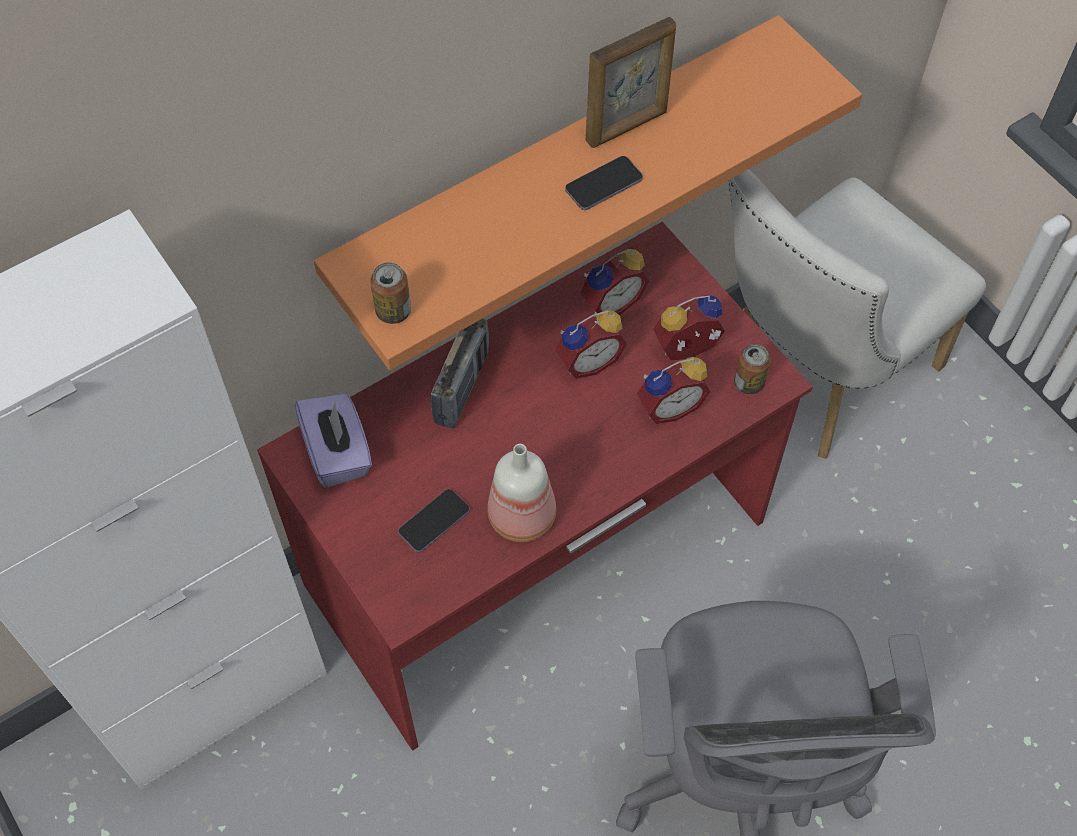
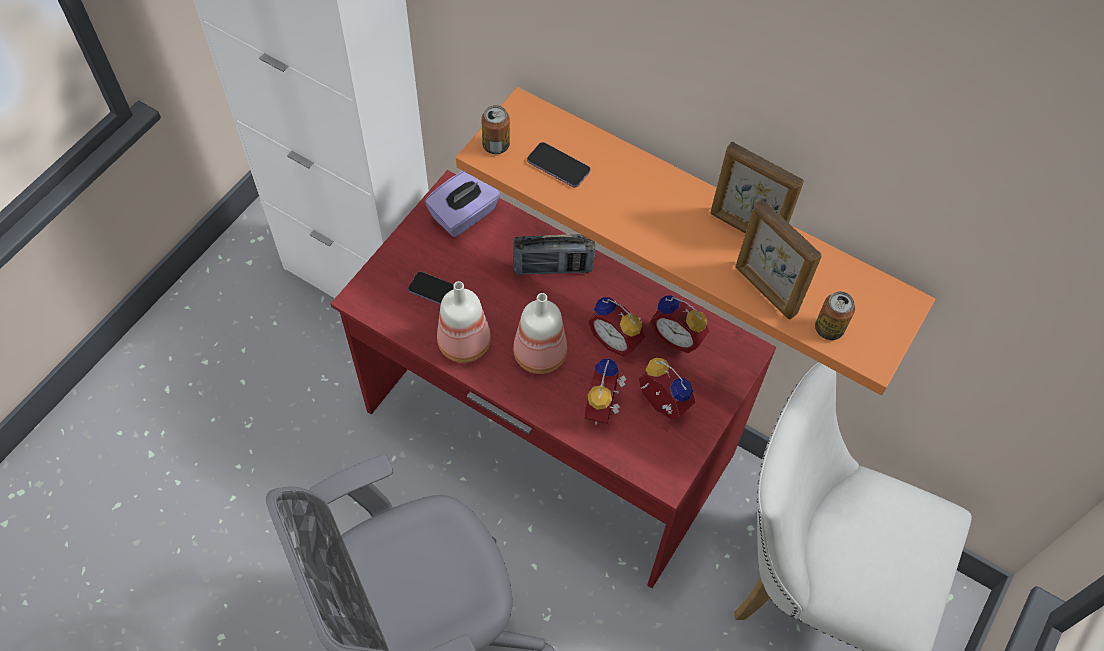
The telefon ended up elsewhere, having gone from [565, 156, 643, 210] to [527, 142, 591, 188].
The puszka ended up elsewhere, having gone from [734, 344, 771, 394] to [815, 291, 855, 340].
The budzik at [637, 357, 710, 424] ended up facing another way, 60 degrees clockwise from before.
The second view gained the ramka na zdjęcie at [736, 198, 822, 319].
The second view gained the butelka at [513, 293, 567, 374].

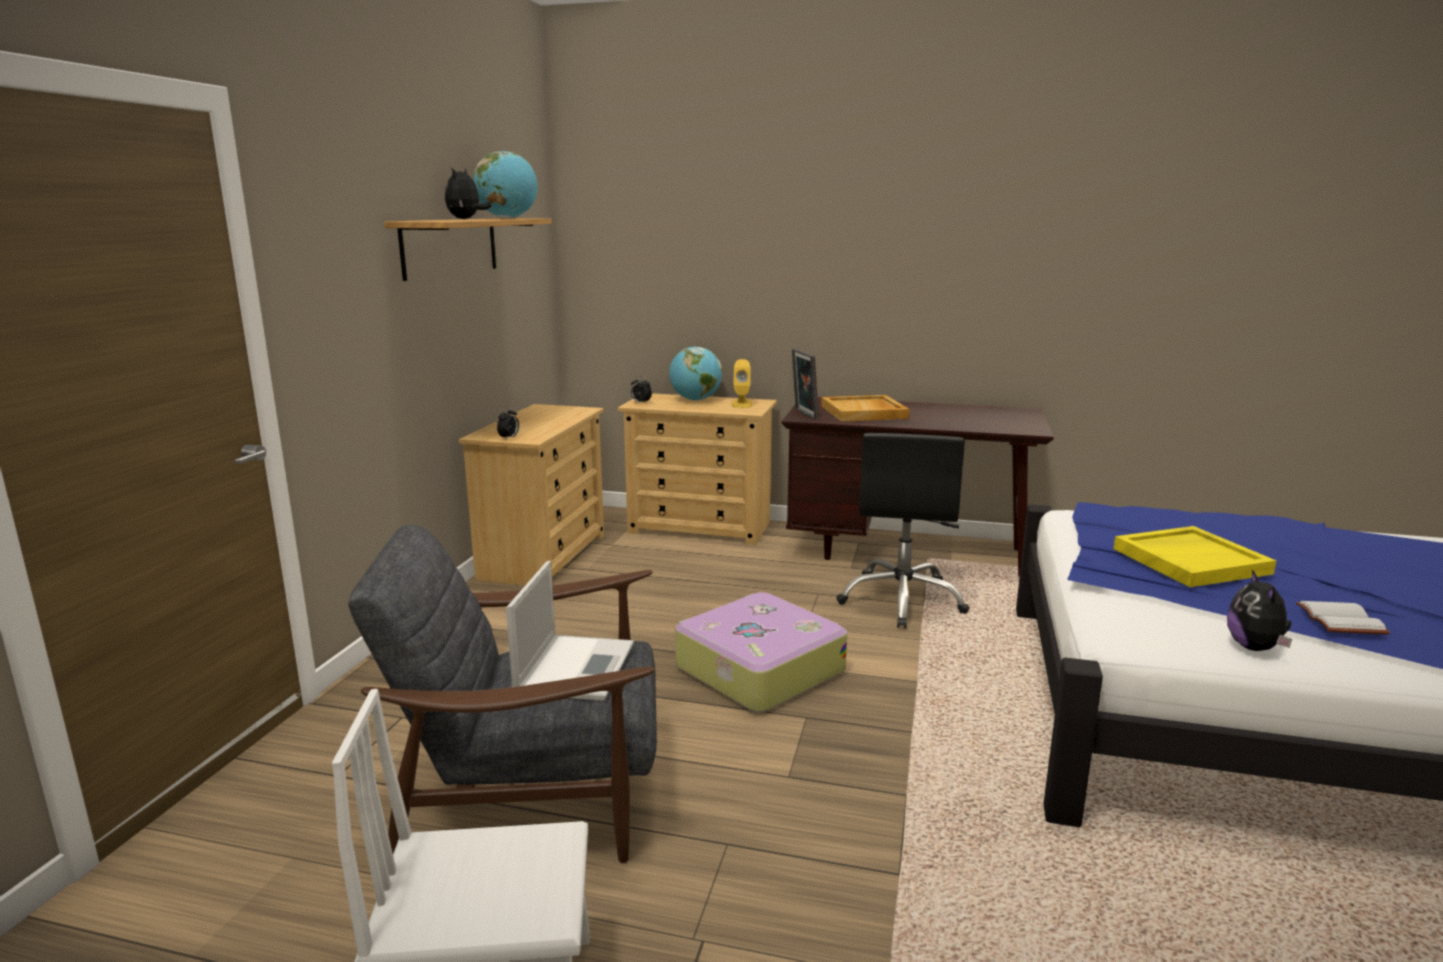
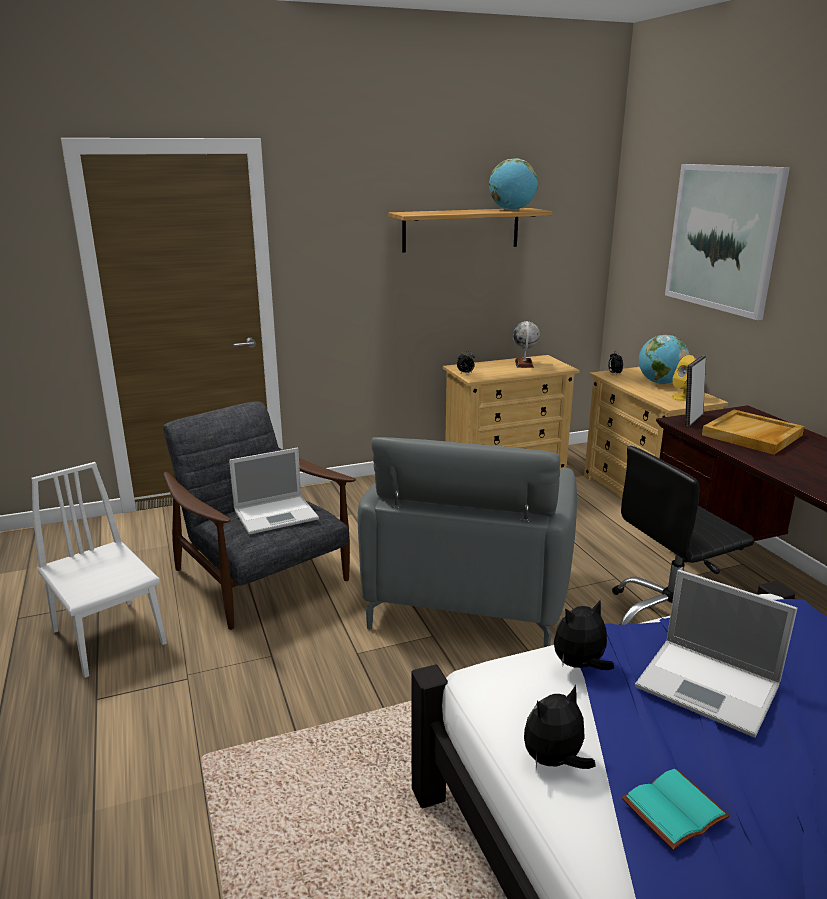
The pluszak ended up elsewhere, having gone from [445, 167, 491, 219] to [554, 600, 614, 670].
Where the taca (żółty) stood at [1113, 526, 1276, 587], the laptop came to stand at [635, 570, 797, 738].
Where the walizka stood at [675, 592, 847, 712], the fotel (szary) came to stand at [358, 437, 577, 647].
What was the książka (biały) at [1296, 601, 1390, 635] turned into the książka (turkusowy) at [622, 769, 730, 850].
The second view gained the obraz at [665, 164, 790, 320].
The second view gained the globus at [512, 321, 540, 368].

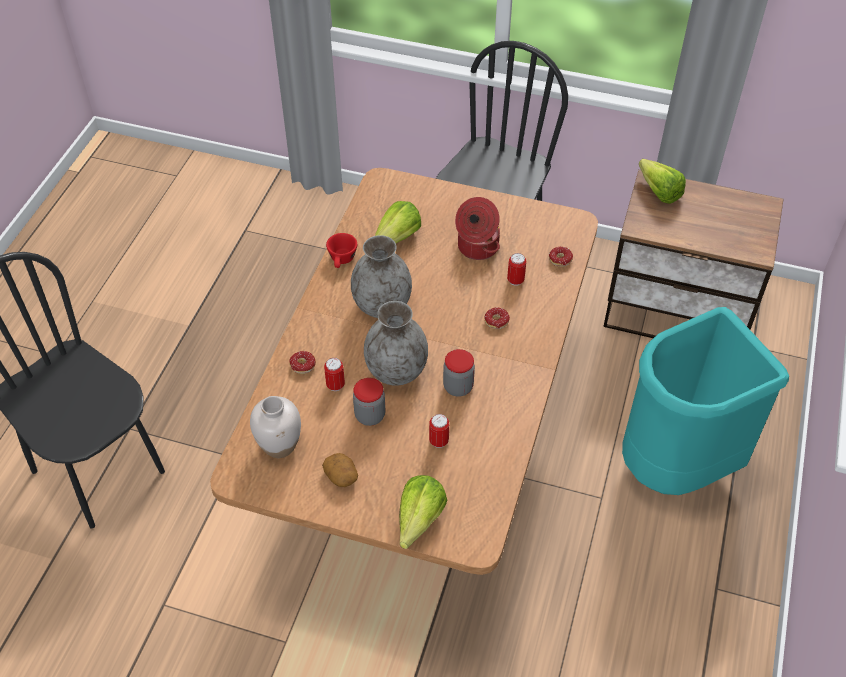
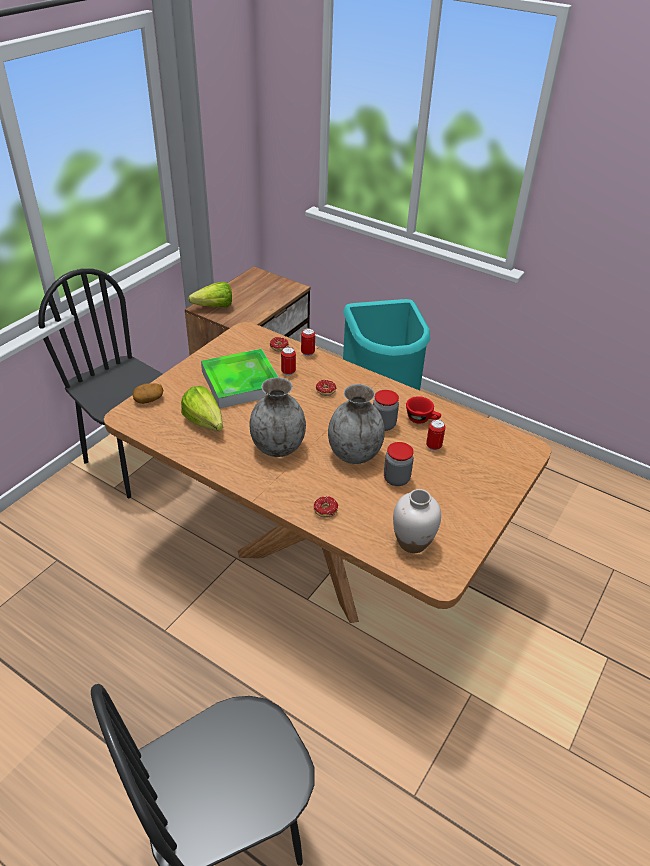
Where the garnek stood at [455, 197, 500, 260], the taca came to stand at [201, 349, 278, 409].
The filiżanka (czerwony) ended up elsewhere, having gone from [326, 233, 357, 268] to [406, 396, 441, 424].
The puszka ended up elsewhere, having gone from [324, 358, 345, 391] to [301, 328, 315, 356].
The ziemniak ended up elsewhere, having gone from [322, 453, 358, 487] to [133, 383, 163, 404].
The second view lost the sałata at [399, 475, 448, 549].

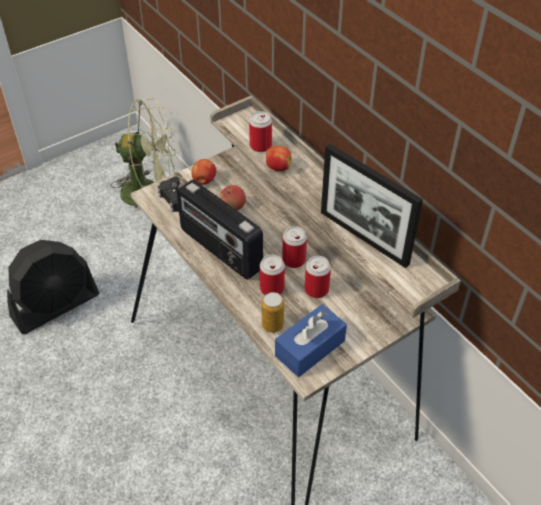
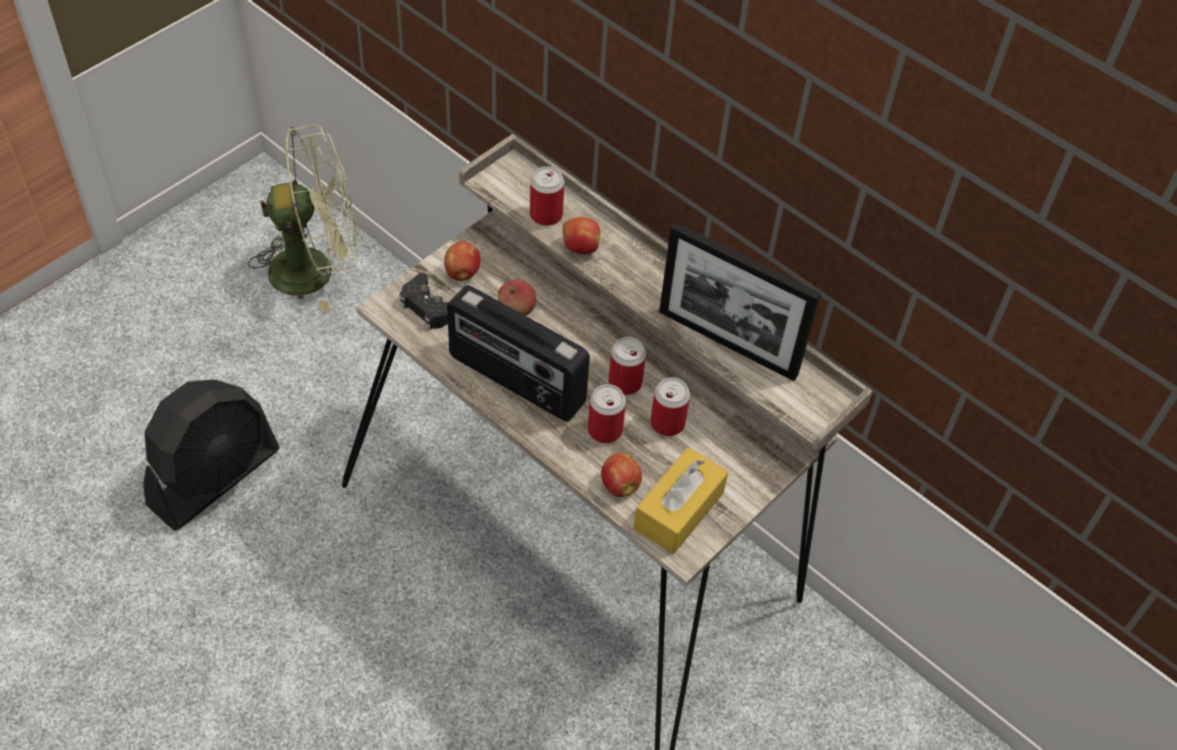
Where the puszka stood at [262, 292, 284, 333], the jabłko came to stand at [601, 453, 642, 497].
What was the pudełko chusteczek (niebieski) at [275, 304, 347, 377] turned into the pudełko chusteczek (żółty) at [634, 447, 728, 554].

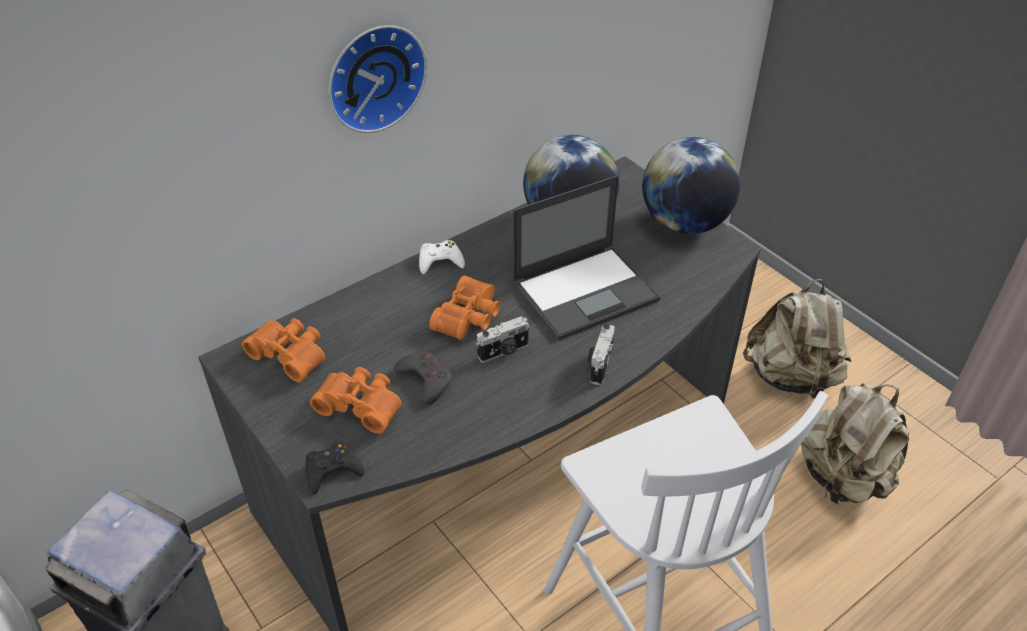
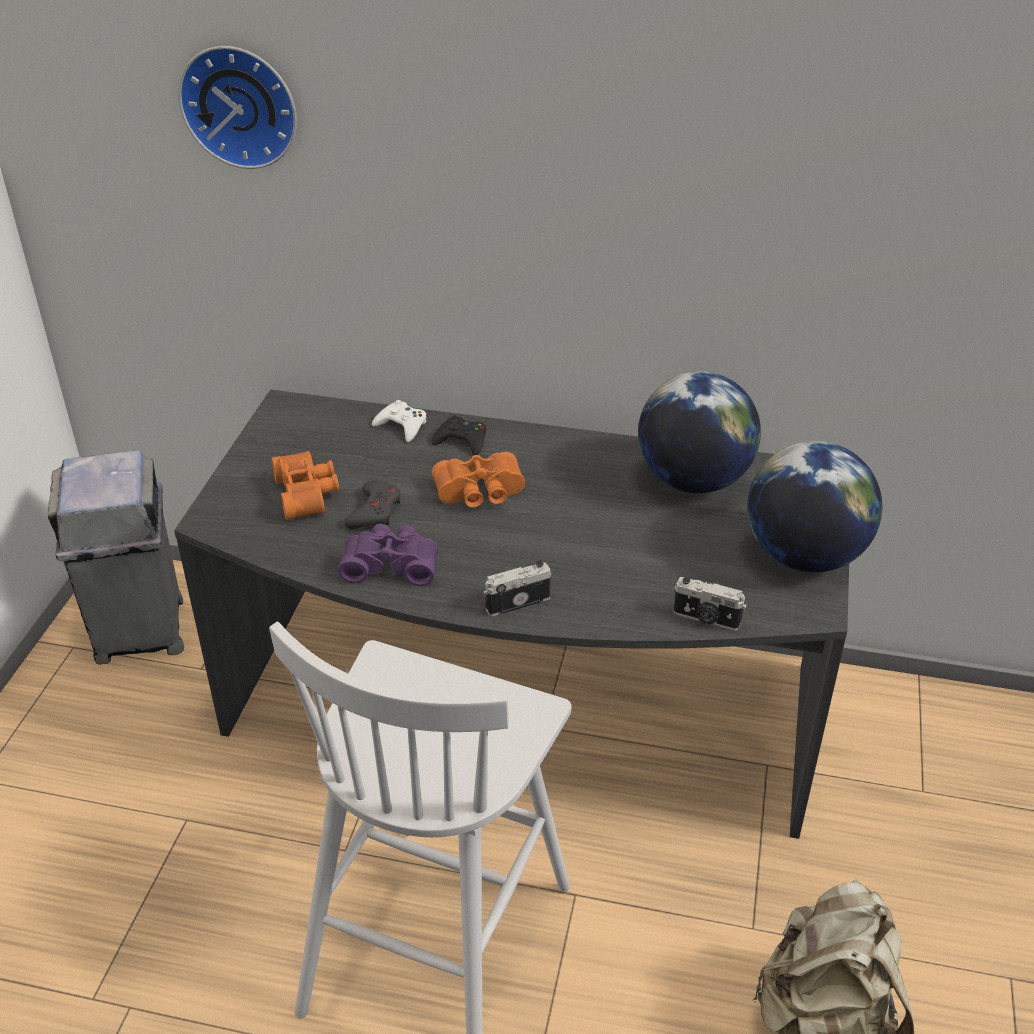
The zegar ścienny ended up elsewhere, having gone from [329, 25, 427, 133] to [178, 46, 297, 169].
The second view lost the laptop at [512, 175, 660, 340].
The pad do gier (biały) ended up elsewhere, having gone from [419, 240, 465, 274] to [372, 400, 427, 442].
The second view lost the plecak (beżowy) at [743, 279, 851, 399].
The aparat fotograficzny ended up elsewhere, having gone from [476, 316, 530, 363] to [674, 577, 746, 631].
The second view lost the lornetka (pomarańczowy) at [242, 318, 325, 382].
The pad do gier (czarny) ended up elsewhere, having gone from [306, 442, 364, 495] to [432, 415, 486, 455].
The second view gained the lornetka (fioletowy) at [338, 524, 439, 586].

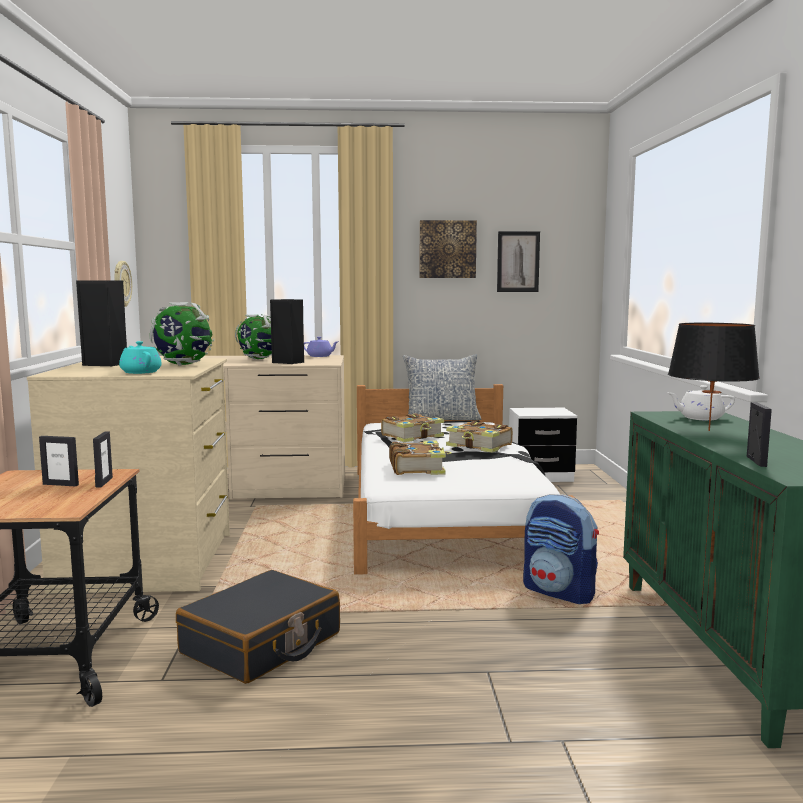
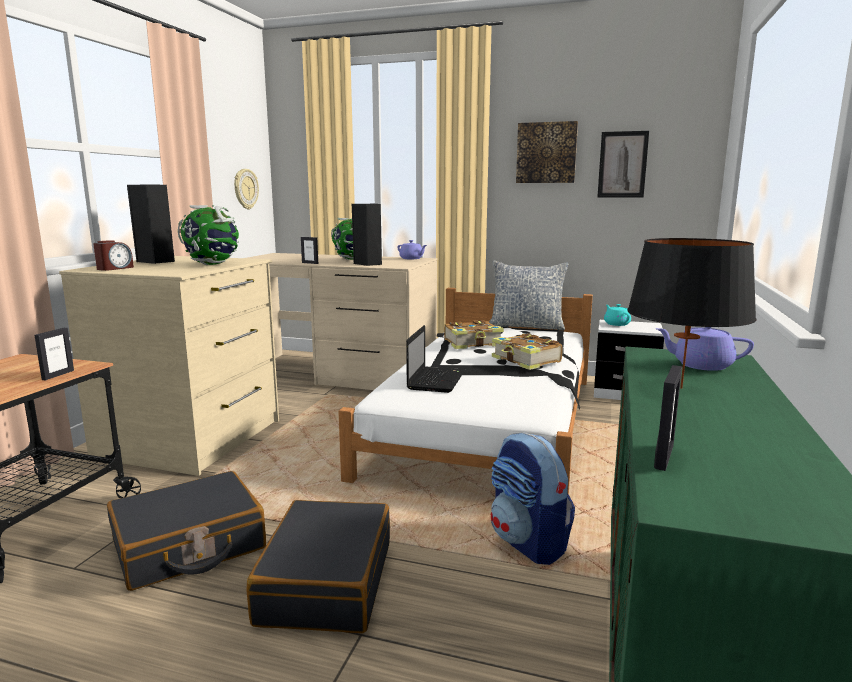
The imbryk (turkusowy) ended up elsewhere, having gone from [119, 341, 162, 374] to [604, 304, 631, 326].
What was the imbryk (biały) at [667, 385, 735, 421] turned into the imbryk (fioletowy) at [656, 327, 754, 371].
The ramka na zdjęcie ended up elsewhere, having gone from [39, 436, 79, 486] to [301, 237, 318, 264].
Where the książka stood at [389, 441, 452, 475], the laptop came to stand at [406, 325, 465, 393].
The second view gained the budzik at [93, 240, 134, 271].
The second view gained the walizka (czarny) at [247, 500, 390, 633].

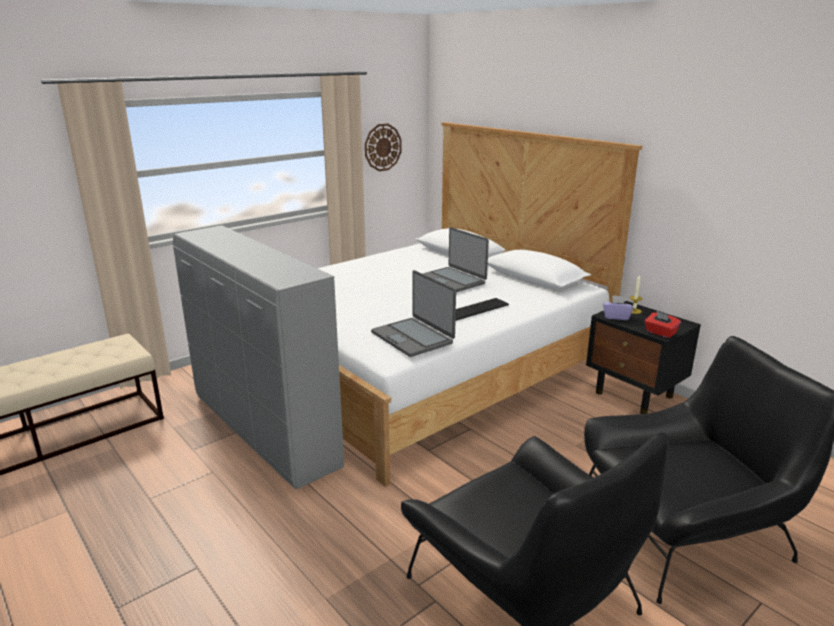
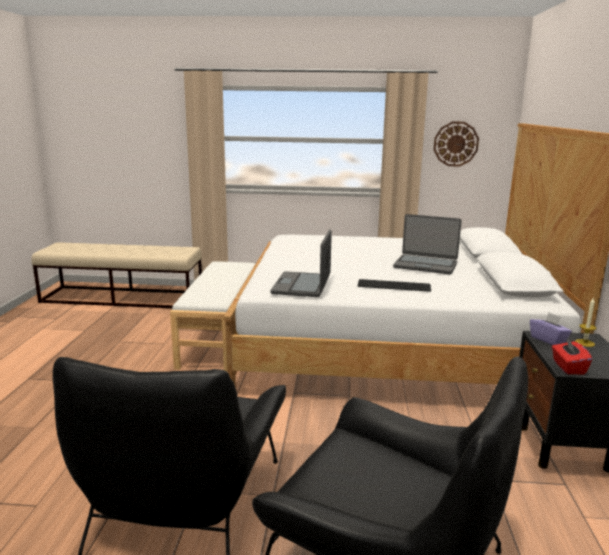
Where the komoda (szary) stood at [173, 225, 344, 489], the ławka (biały) came to stand at [170, 261, 255, 372].
The laptop at [422, 227, 489, 292] ended up facing another way, 75 degrees counterclockwise from before.

